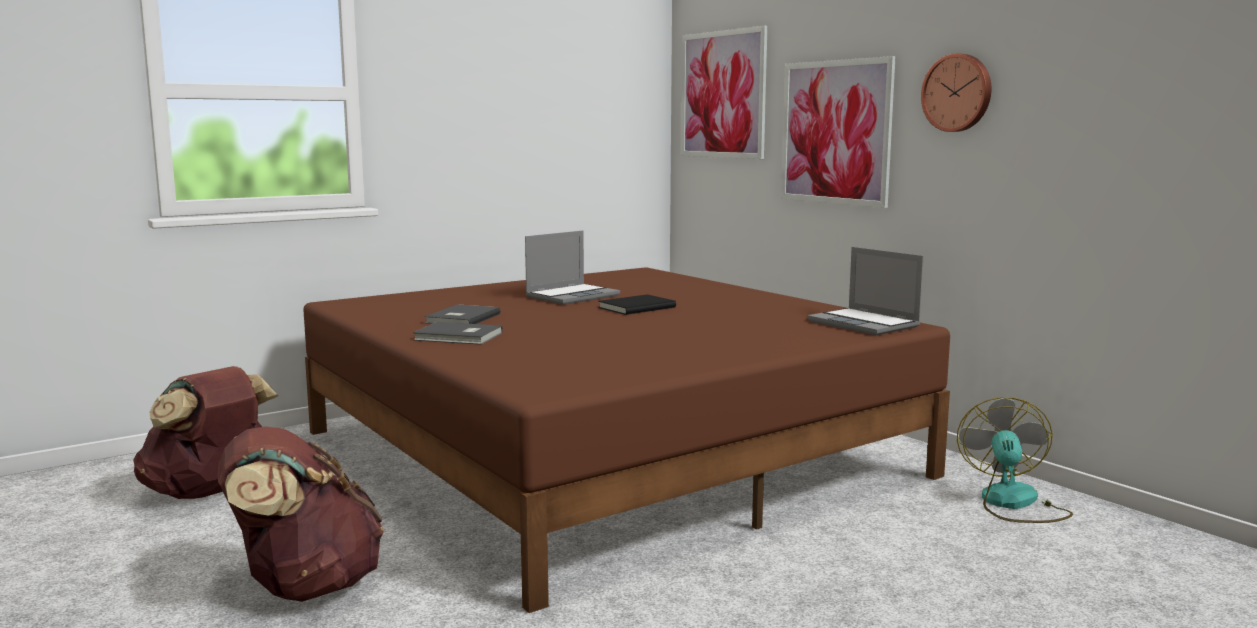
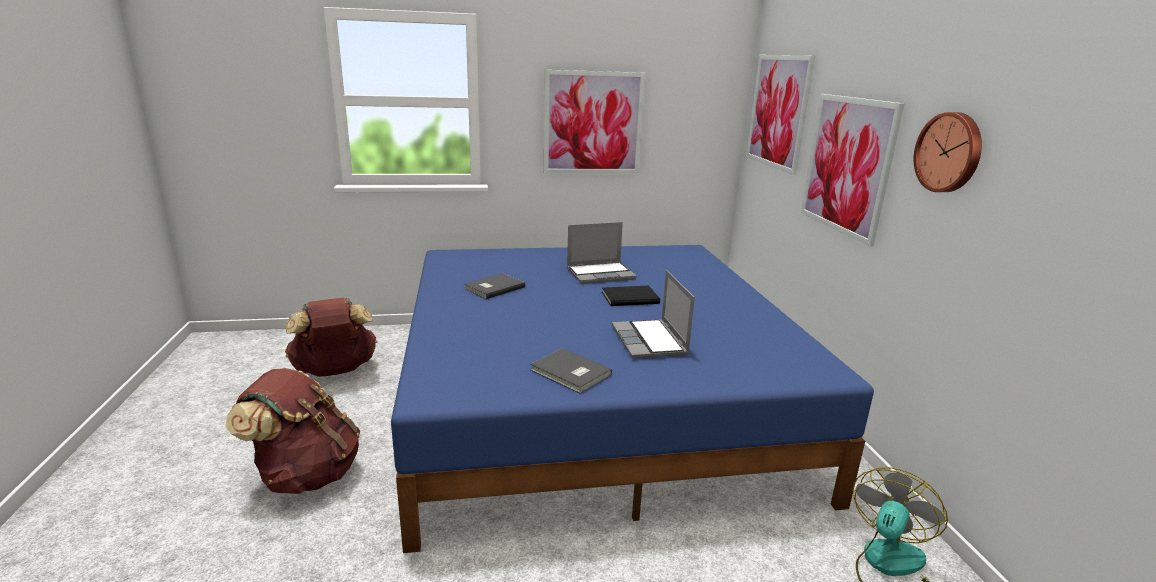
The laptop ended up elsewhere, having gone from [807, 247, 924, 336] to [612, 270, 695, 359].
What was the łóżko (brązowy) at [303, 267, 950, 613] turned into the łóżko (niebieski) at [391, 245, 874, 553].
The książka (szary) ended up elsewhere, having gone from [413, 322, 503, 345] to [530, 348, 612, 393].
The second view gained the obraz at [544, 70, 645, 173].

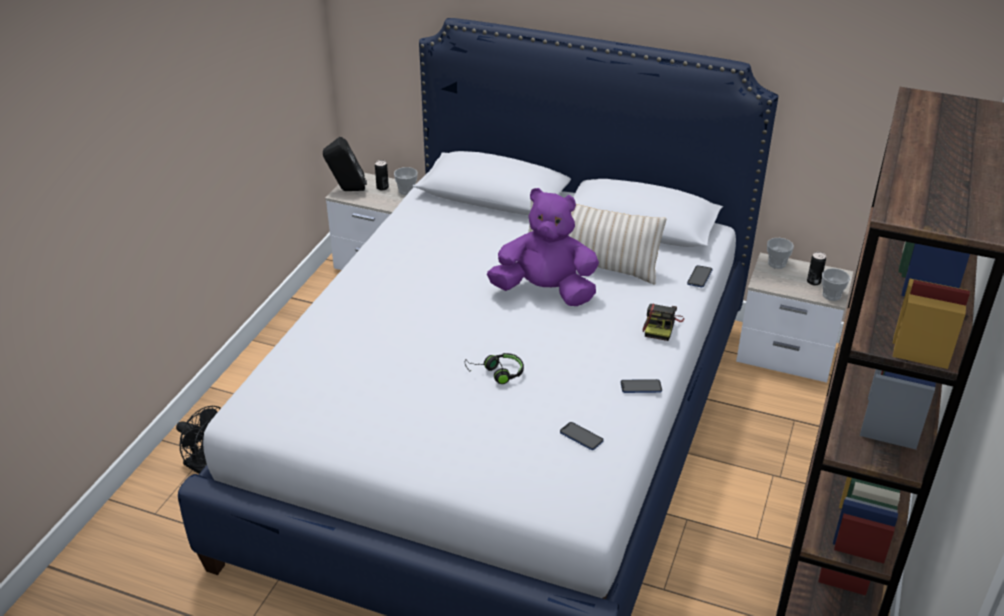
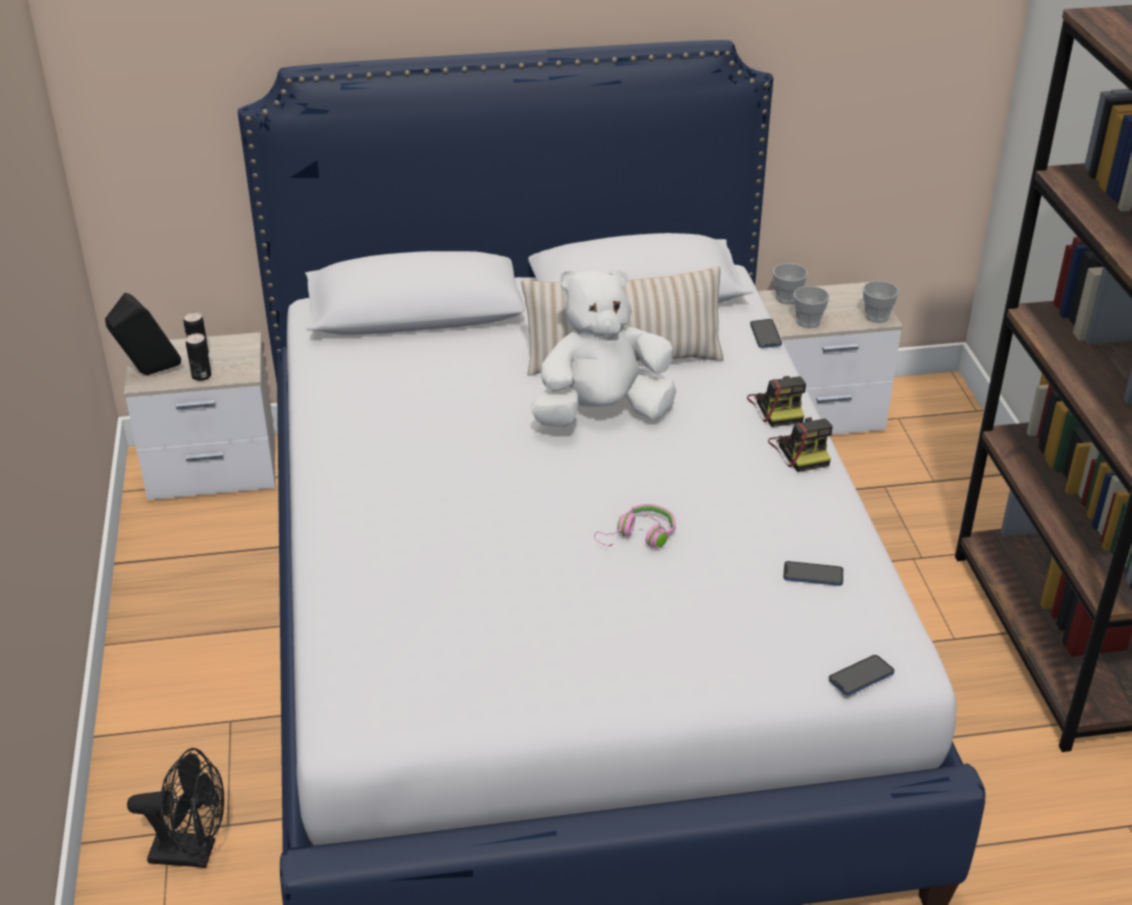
The filiżanka ended up elsewhere, having gone from [394, 167, 418, 195] to [793, 286, 830, 328].
What was the pluszak (fioletowy) at [487, 188, 599, 306] turned into the pluszak (biały) at [530, 267, 676, 427].
The puszka ended up elsewhere, having gone from [807, 252, 826, 286] to [186, 333, 211, 381].
What was the słuchawki (czarny) at [465, 353, 524, 384] turned into the słuchawki (różowy) at [594, 504, 676, 548].
The telefon ended up elsewhere, having gone from [621, 379, 662, 393] to [829, 655, 894, 695].
The second view gained the aparat fotograficzny at [768, 417, 833, 472].

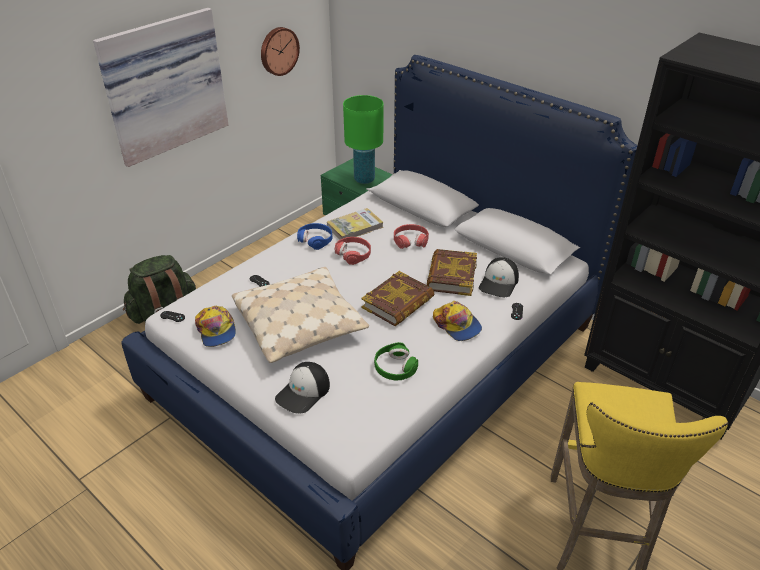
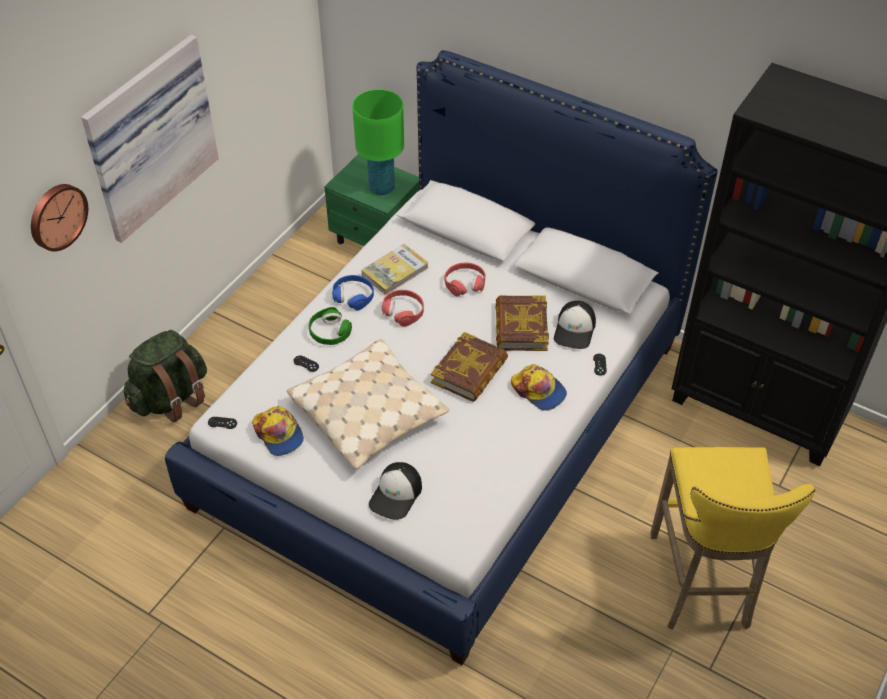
The zegar ścienny ended up elsewhere, having gone from [261, 27, 300, 76] to [31, 184, 88, 252].
The słuchawki (zielony) ended up elsewhere, having gone from [374, 342, 418, 380] to [309, 307, 352, 345].

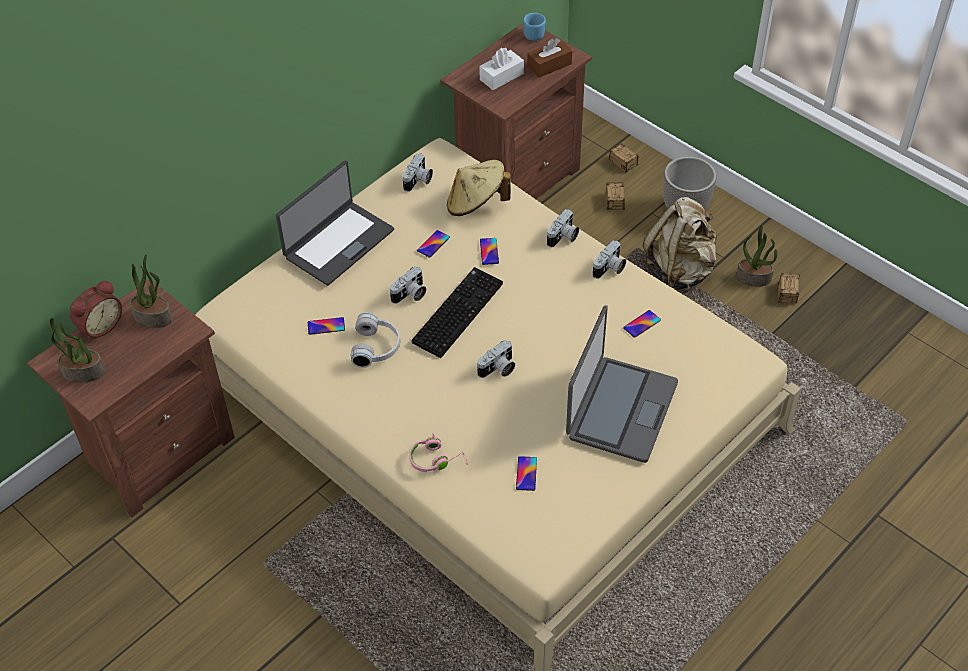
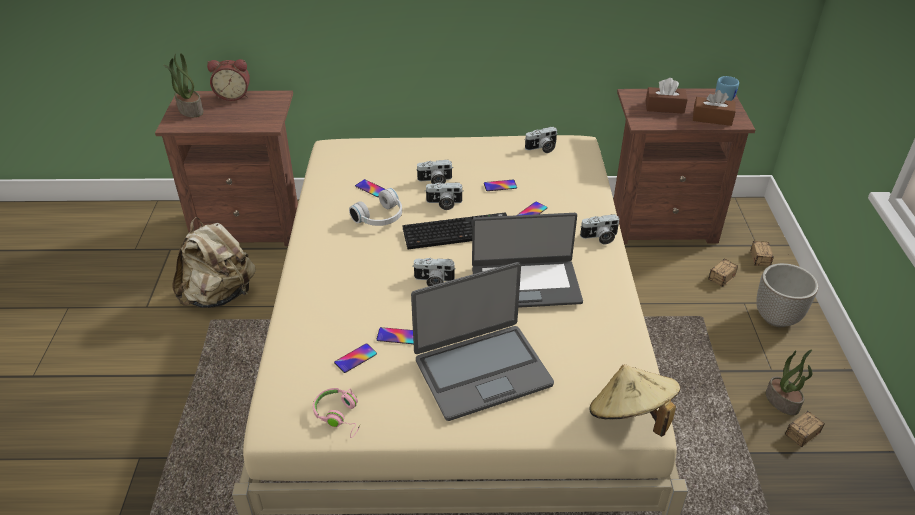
What was the pudełko chusteczek (biały) at [479, 48, 524, 90] turned into the pudełko chusteczek (brązowy) at [646, 78, 688, 114].
The laptop ended up elsewhere, having gone from [276, 160, 394, 286] to [472, 213, 583, 308].
The kapelusz (beżowy) ended up elsewhere, having gone from [447, 160, 511, 216] to [589, 364, 681, 437].
The plecak (beżowy) ended up elsewhere, having gone from [643, 197, 717, 293] to [172, 217, 256, 308].
The aparat fotograficzny ended up elsewhere, having gone from [593, 240, 626, 279] to [416, 160, 452, 184].
The second view lost the roślina doniczkowa at [129, 254, 173, 328].
The telefon ended up elsewhere, having gone from [623, 310, 661, 338] to [376, 327, 414, 344].
The słuchawki (różowy) ended up elsewhere, having gone from [409, 433, 467, 472] to [313, 388, 360, 438].

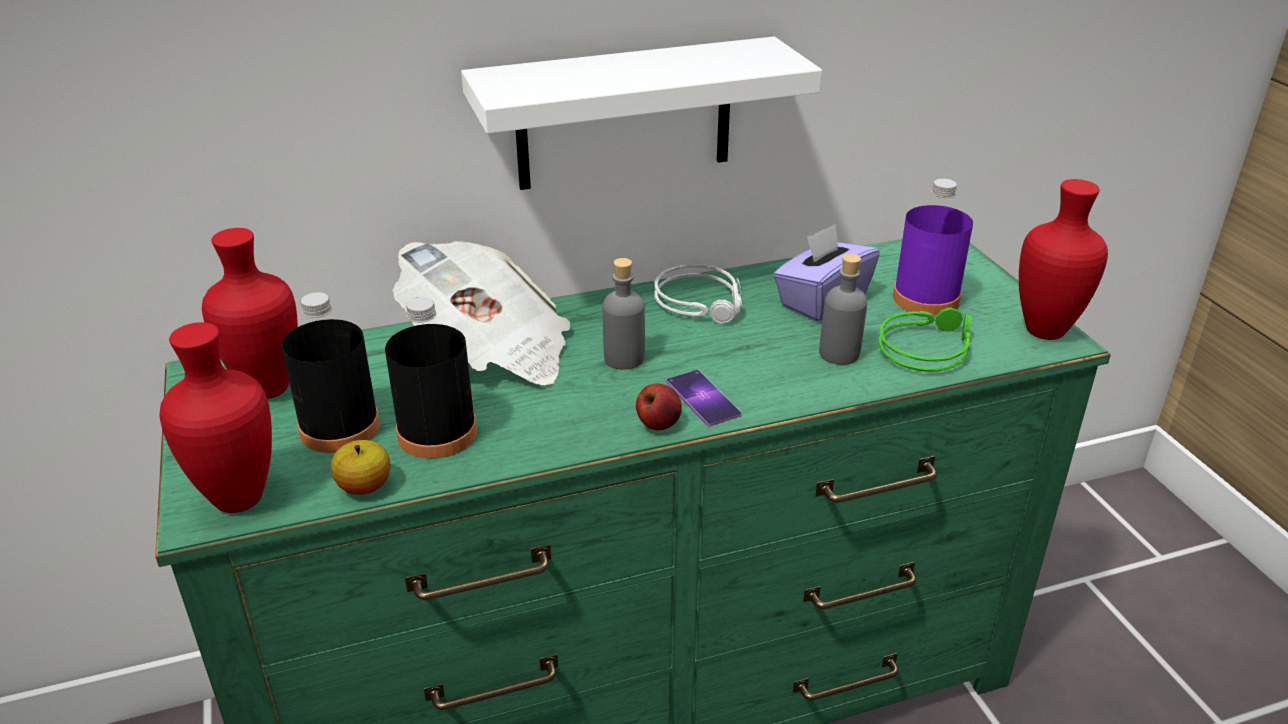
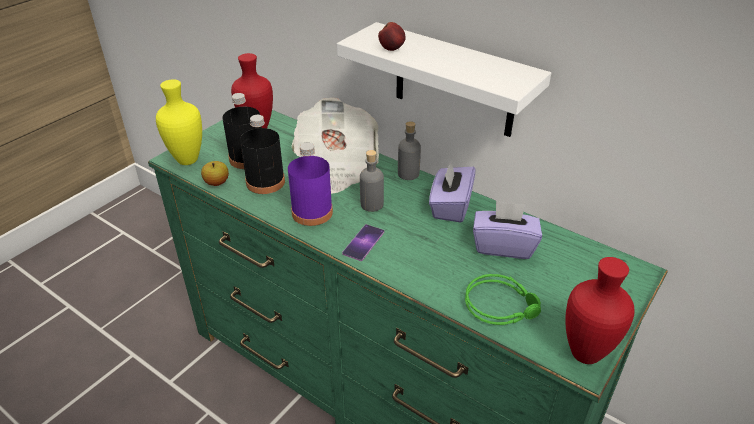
The butelka (fioletowy) ended up elsewhere, having gone from [893, 179, 973, 316] to [288, 142, 333, 226].
The butelka (szary) ended up elsewhere, having gone from [819, 254, 867, 365] to [398, 121, 421, 180].
Where the słuchawki (szary) stood at [654, 264, 742, 324], the pudełko chusteczek (fioletowy) came to stand at [429, 162, 476, 223].
What was the wazon (czerwony) at [160, 322, 272, 513] turned into the wazon (żółty) at [156, 79, 202, 165].
The jabłko ended up elsewhere, having gone from [636, 383, 682, 430] to [378, 22, 406, 51].

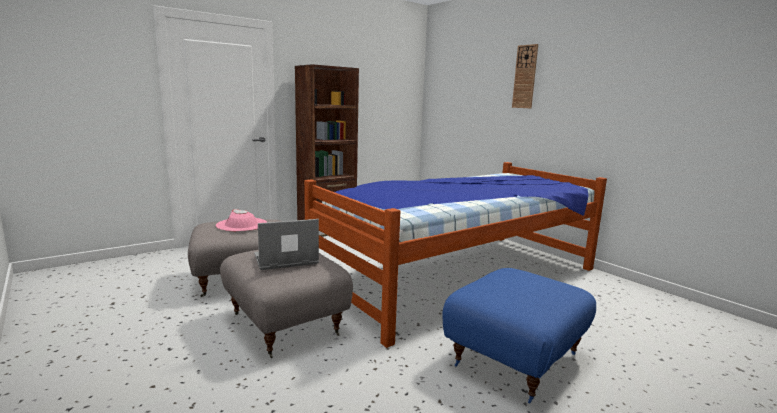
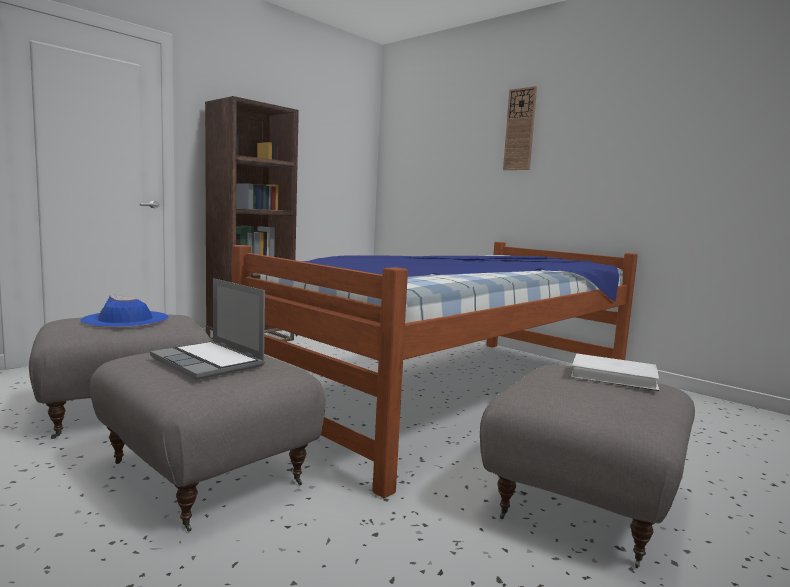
What was the kapelusz (różowy) at [216, 209, 267, 232] turned into the kapelusz (niebieski) at [80, 295, 169, 328].
The laptop at [254, 219, 319, 270] ended up facing another way, 105 degrees counterclockwise from before.
What was the pufa (niebieski) at [443, 268, 596, 404] turned into the pufa (szary) at [480, 364, 695, 568].
The second view gained the książka (biały) at [571, 354, 660, 391].

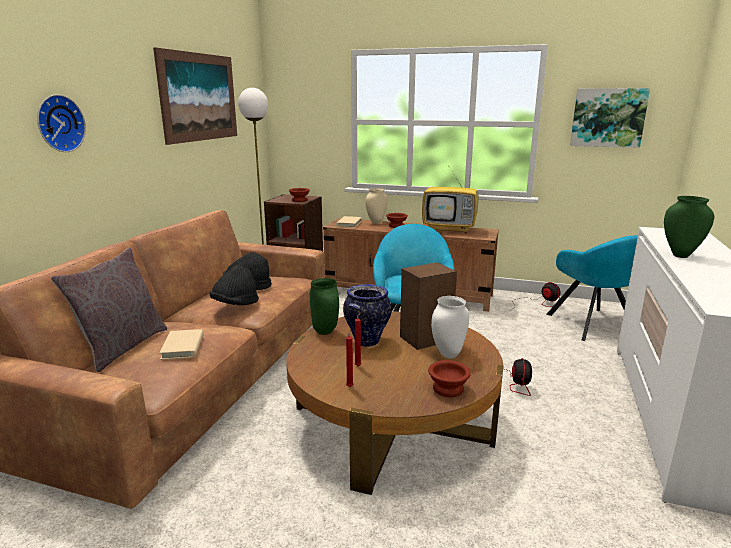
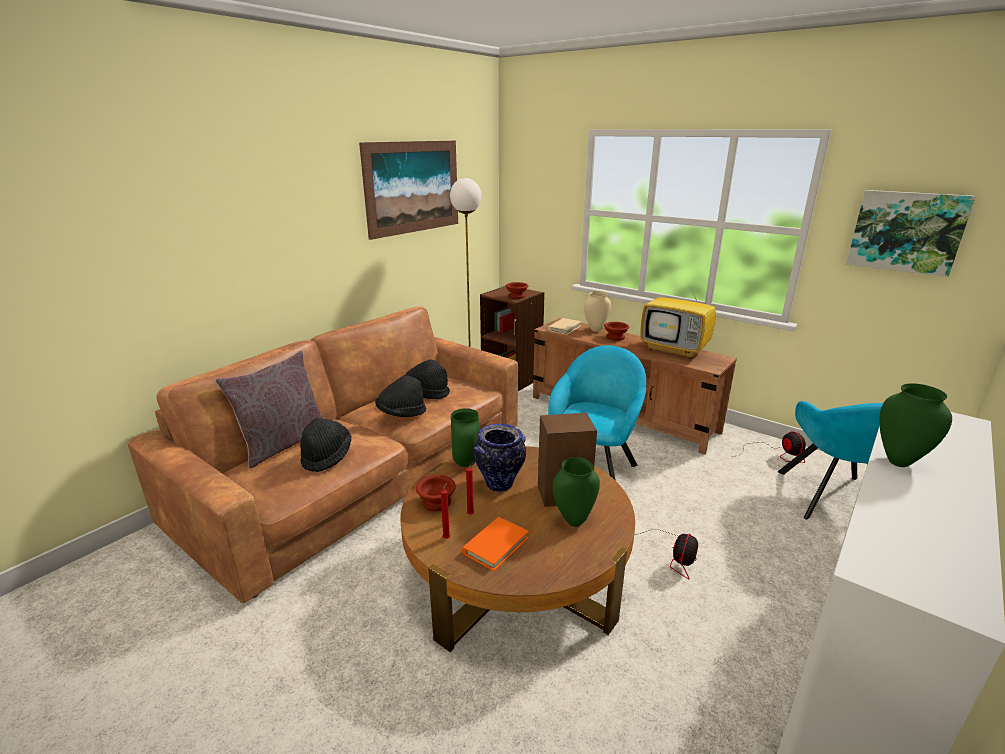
The second view lost the zegar ścienny at [37, 94, 86, 152].
What was the wazon (biały) at [431, 296, 469, 358] turned into the wazon (zielony) at [553, 457, 600, 527].
Where the książka (beżowy) stood at [159, 329, 204, 360], the kapelusz (czarny) came to stand at [300, 418, 351, 472].
The miska (brązowy) ended up elsewhere, having gone from [428, 360, 471, 397] to [416, 475, 456, 511].
The second view gained the książka (pomarańczowy) at [462, 517, 529, 571].

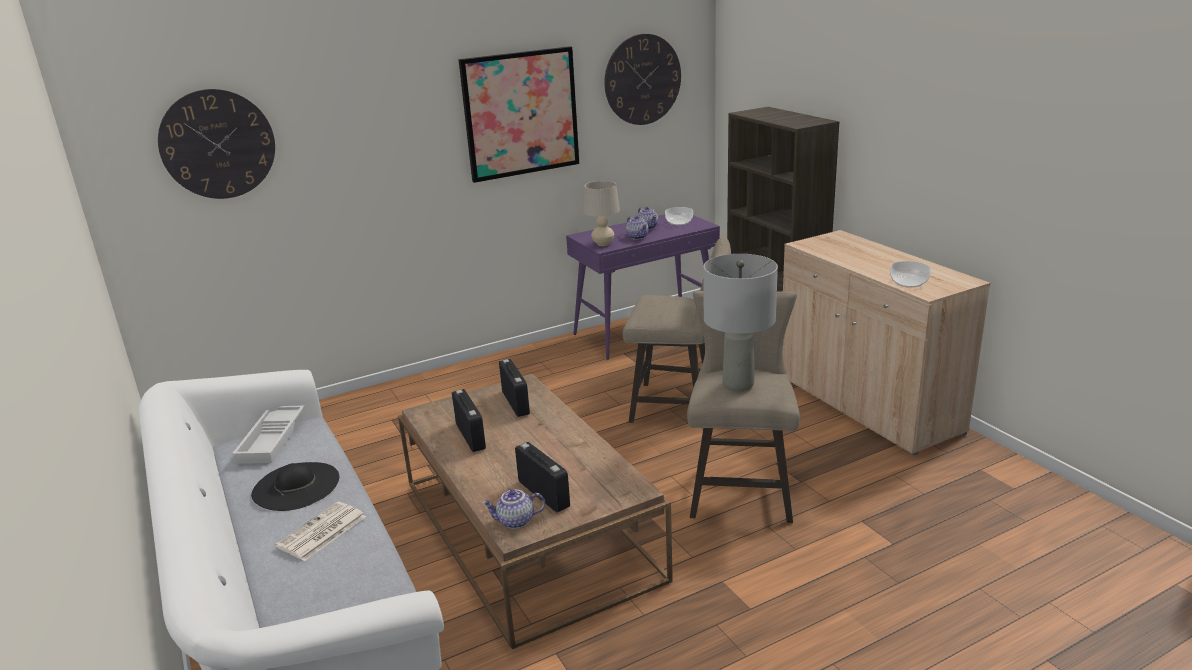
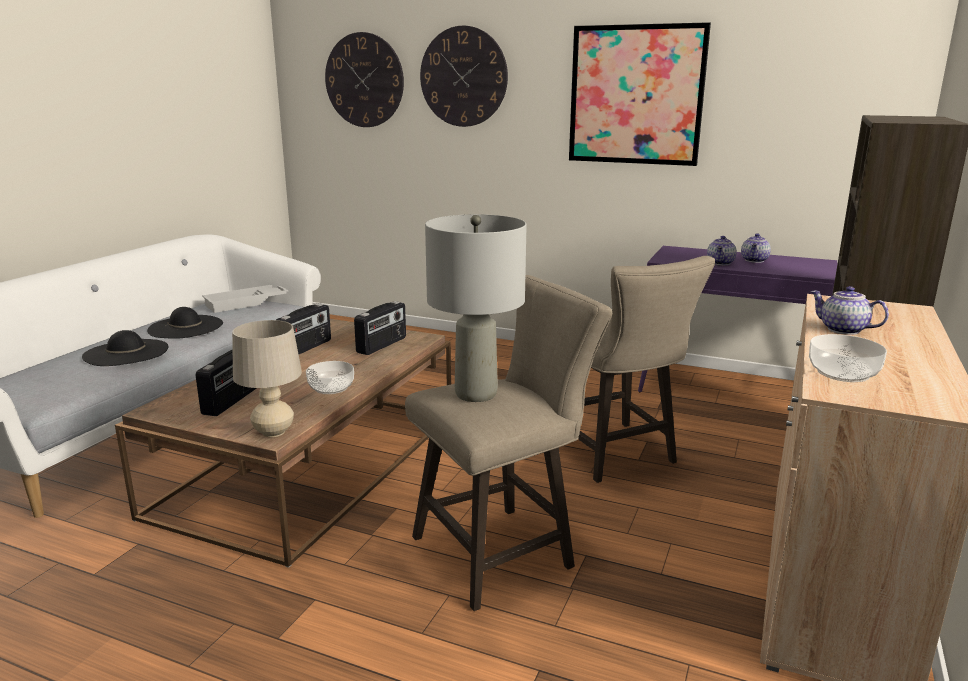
The zegar ścienny ended up elsewhere, having gone from [604, 34, 681, 125] to [420, 26, 508, 127].
The lampa stołowa (beżowy) ended up elsewhere, having gone from [583, 181, 620, 246] to [232, 320, 302, 437].
The miska ended up elsewhere, having gone from [665, 207, 693, 225] to [306, 361, 354, 394].
The imbryk ended up elsewhere, having gone from [482, 490, 545, 529] to [810, 286, 889, 335].
Where the gazeta stood at [275, 502, 366, 561], the kapelusz (czarny) came to stand at [82, 330, 168, 366].

